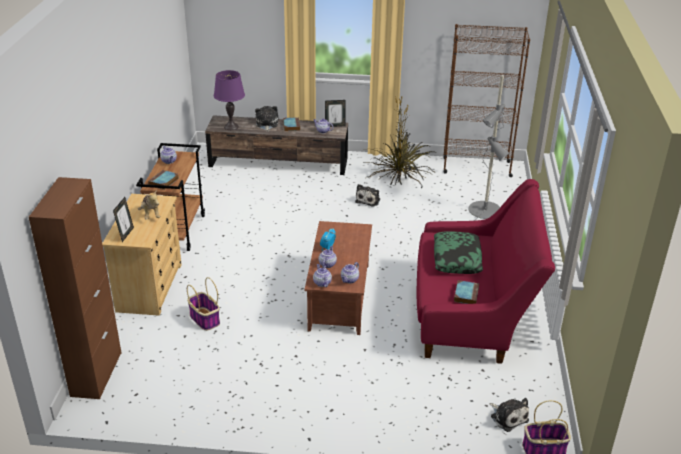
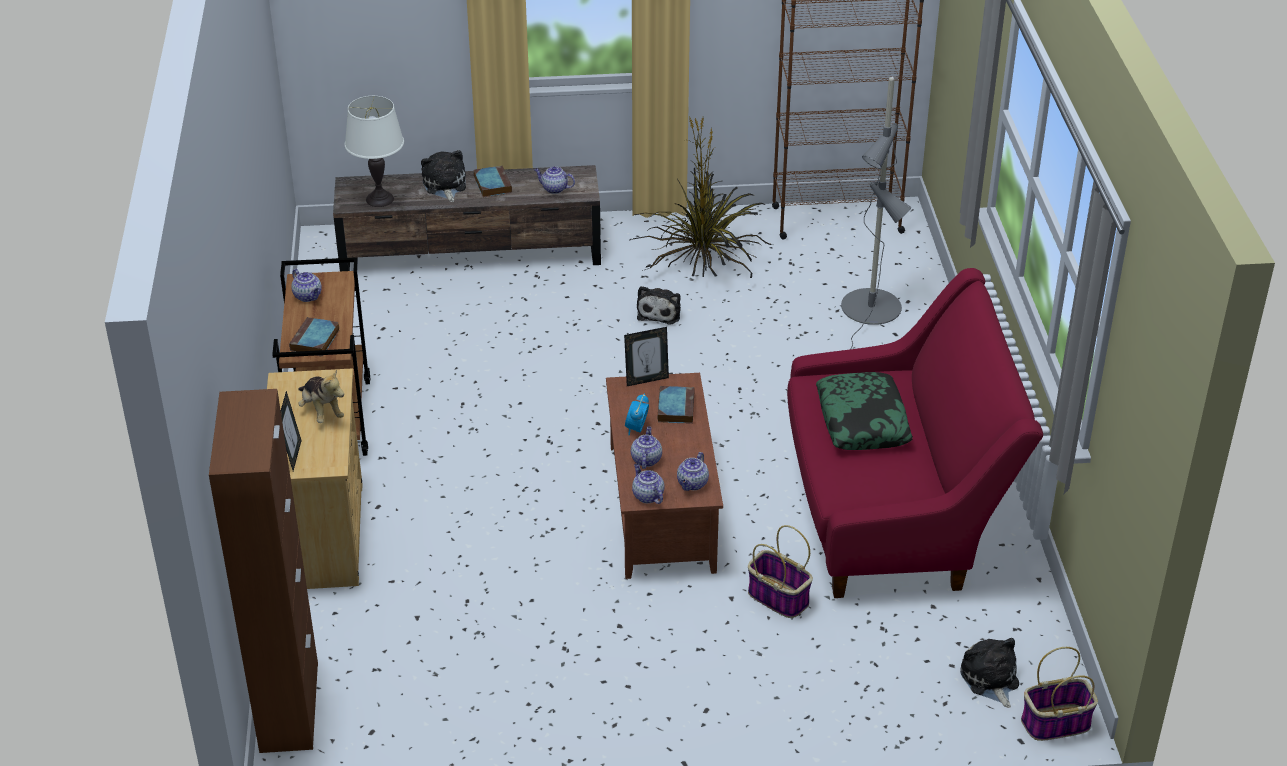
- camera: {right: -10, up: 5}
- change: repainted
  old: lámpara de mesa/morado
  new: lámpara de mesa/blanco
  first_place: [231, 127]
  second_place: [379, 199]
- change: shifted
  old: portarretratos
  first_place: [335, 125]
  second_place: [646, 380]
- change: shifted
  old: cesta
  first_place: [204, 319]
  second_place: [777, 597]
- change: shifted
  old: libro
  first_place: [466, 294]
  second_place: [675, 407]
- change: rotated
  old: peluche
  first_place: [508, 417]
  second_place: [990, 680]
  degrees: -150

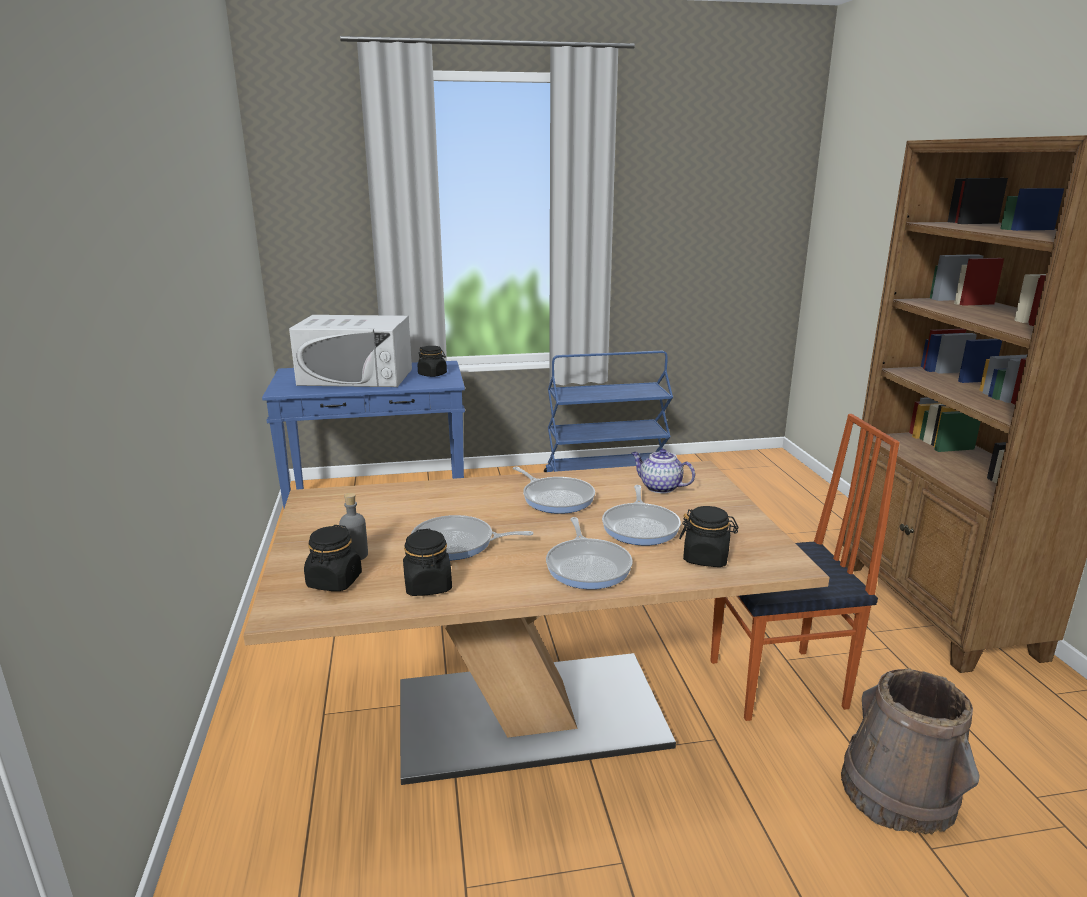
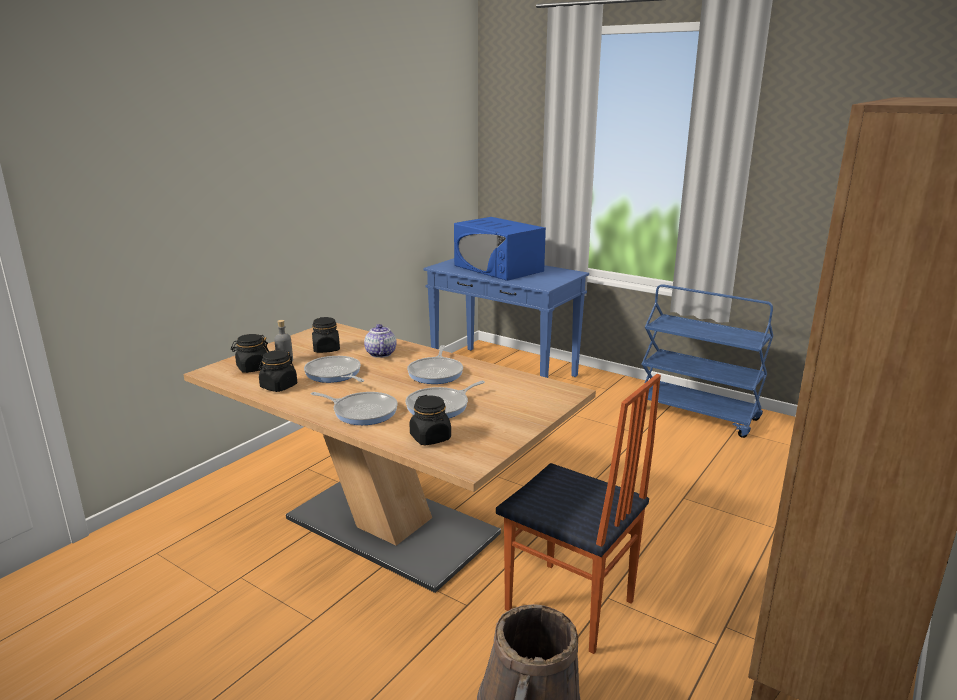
- camera: {right: 45, up: 0}
- change: repainted
  old: microondas/blanco
  new: microondas/azul
  first_place: [356, 377]
  second_place: [498, 268]
- change: shifted
  old: tarro/negro
  first_place: [432, 374]
  second_place: [326, 349]
- change: shifted
  old: tetera
  first_place: [659, 487]
  second_place: [380, 353]
- change: rotated
  old: sartén
  first_place: [588, 566]
  second_place: [362, 412]
  degrees: -105

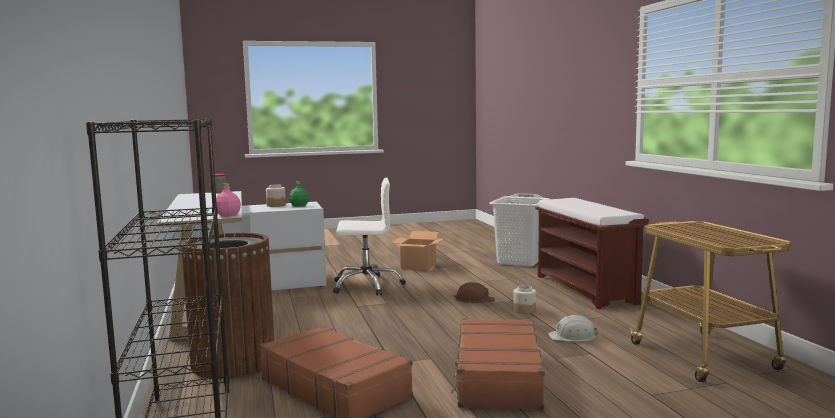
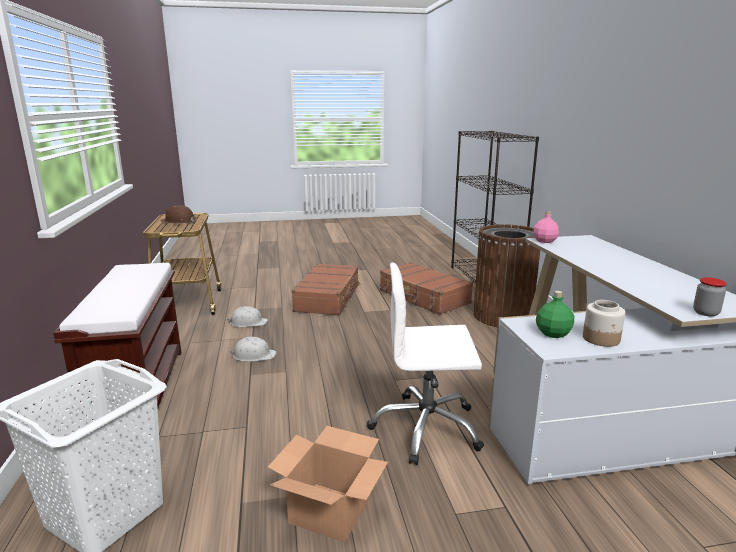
- camera: {right: -175, up: 10}
- change: shifted
  old: casco/marrón
  first_place: [474, 300]
  second_place: [178, 221]
- change: swapped
  old: tarro
  new: casco/blanco
  first_place: [524, 310]
  second_place: [254, 355]

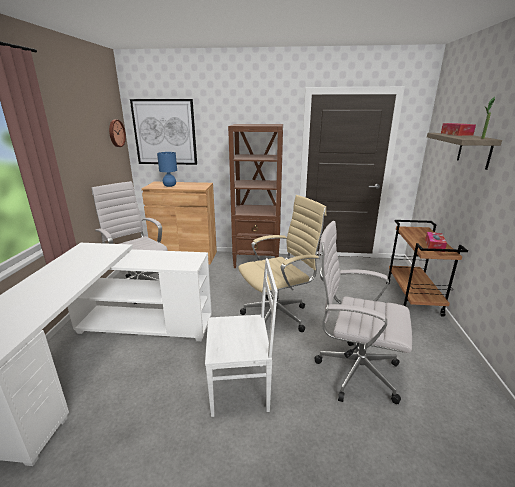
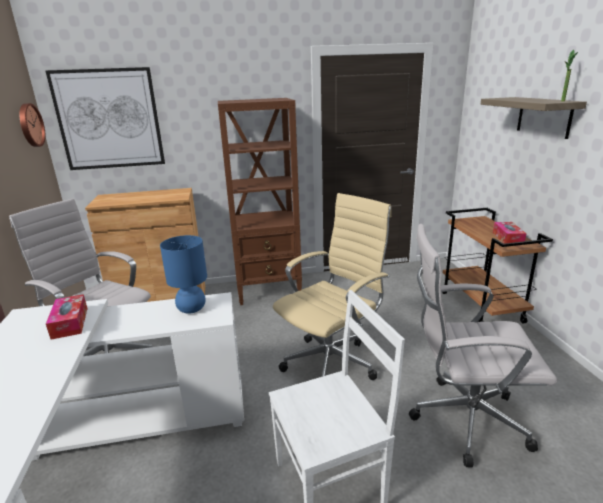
- camera: {right: -15, up: 0}
- change: shifted
  old: caja de pañuelos
  first_place: [456, 134]
  second_place: [70, 323]
- change: shifted
  old: lámpara de mesa/azul
  first_place: [169, 186]
  second_place: [191, 309]

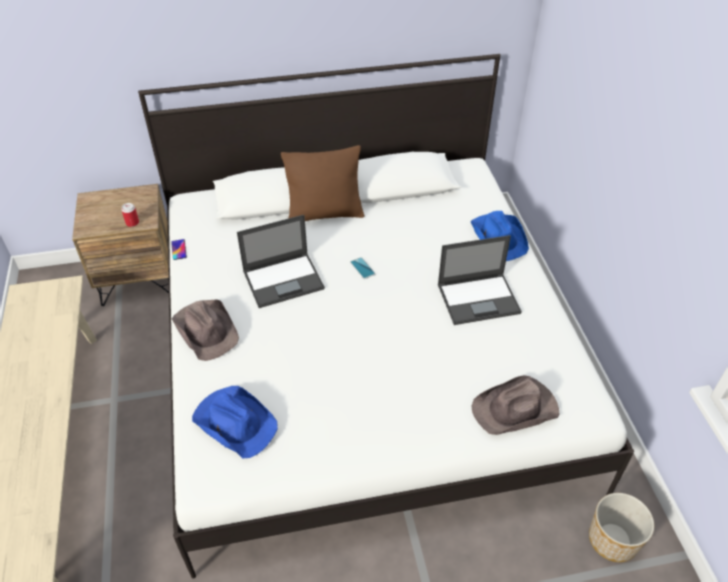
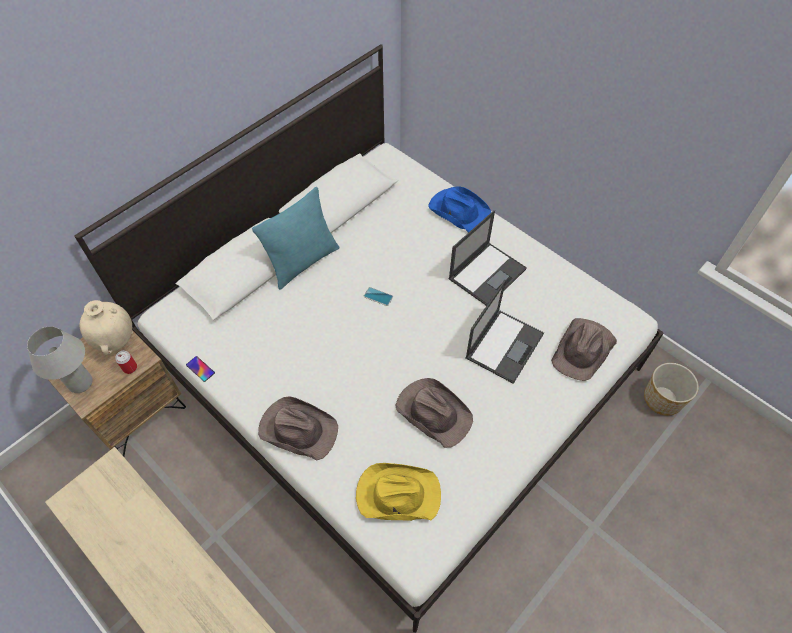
- camera: {right: -35, up: 10}
- change: repainted
  old: cojín/marrón
  new: cojín/turquesa
  first_place: [325, 214]
  second_place: [303, 262]
- change: shifted
  old: portátil
  first_place: [284, 280]
  second_place: [504, 345]
- change: repainted
  old: sombrero/azul
  new: sombrero/amarillo
  first_place: [235, 422]
  second_place: [397, 494]
- change: new
  new: florero/beis
  second_place: [115, 340]
- change: new
  new: lámpara de mesa/blanco
  second_place: [80, 383]
- change: new
  new: sombrero/marrón
  second_place: [433, 412]

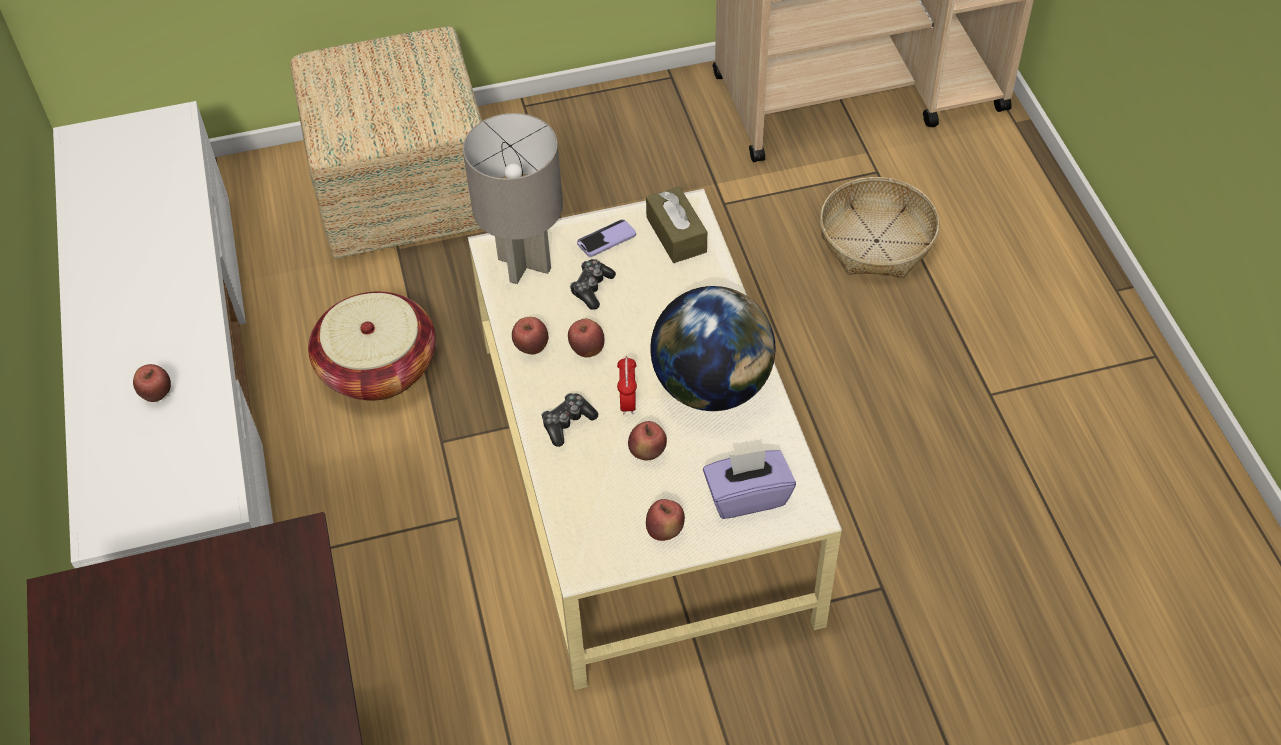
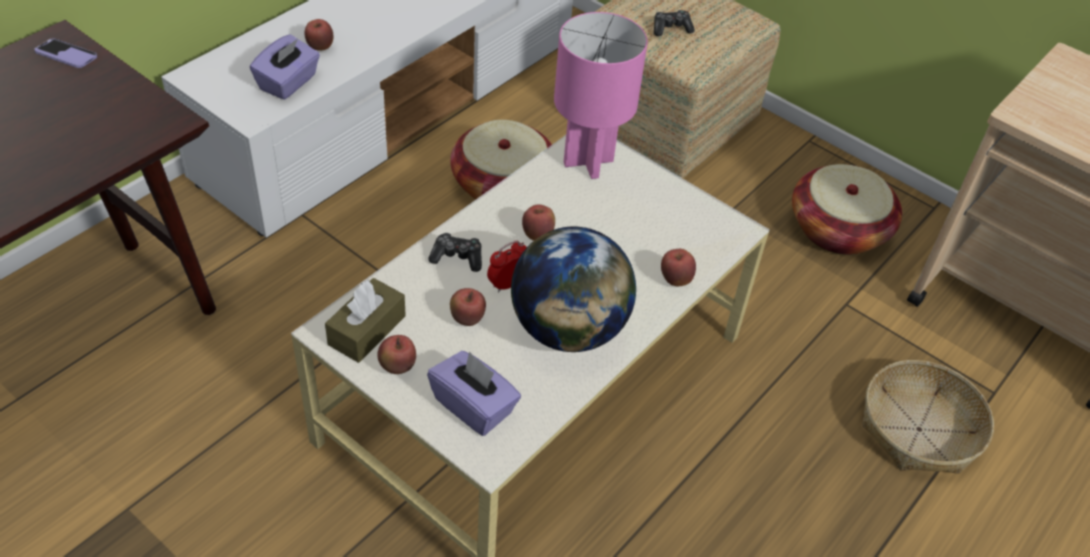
- camera: {right: 50, up: -5}
- change: repainted
  old: lámpara de mesa/gris
  new: lámpara de mesa/rosa
  first_place: [523, 264]
  second_place: [587, 161]
- change: shifted
  old: caja de pañuelos/marrón
  first_place: [676, 234]
  second_place: [367, 330]
- change: shifted
  old: móvil
  first_place: [606, 239]
  second_place: [66, 55]
- change: shifted
  old: mando de consola
  first_place: [592, 288]
  second_place: [671, 28]
- change: shifted
  old: manzana
  first_place: [531, 347]
  second_place: [675, 280]
- change: new
  new: caja de pañuelos/morado
  second_place: [288, 83]
- change: new
  new: cesta
  second_place: [837, 230]

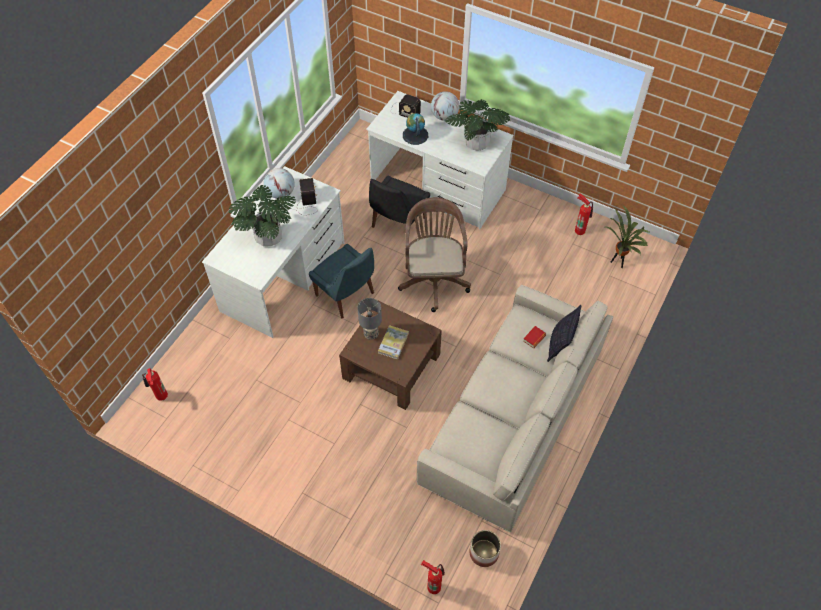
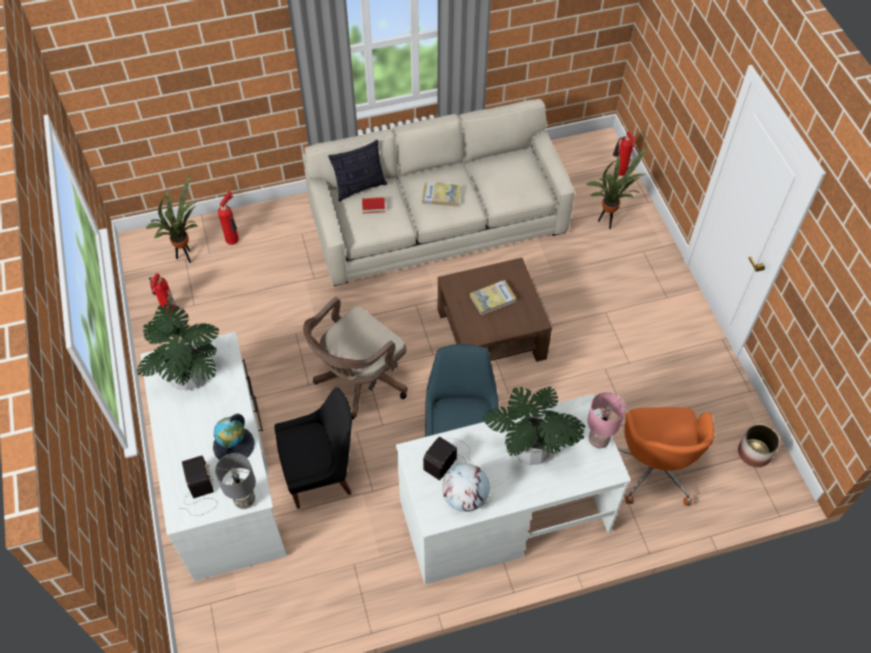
- camera: {right: -135, up: 0}
- change: gone
  old: globo terráqueo
  first_place: [444, 116]
- change: shifted
  old: lámpara de mesa/gris
  first_place: [371, 334]
  second_place: [245, 500]
- change: shifted
  old: extintor
  first_place: [160, 396]
  second_place: [234, 239]
- change: shifted
  old: maceta
  first_place: [484, 553]
  second_place: [754, 452]
- change: new
  new: planta en maceta
  second_place: [607, 222]
- change: new
  new: libro
  second_place: [441, 196]
- change: new
  new: lámpara de mesa/rosa
  second_place: [598, 440]
- change: new
  new: silla de oficina/naranja
  second_place: [655, 467]

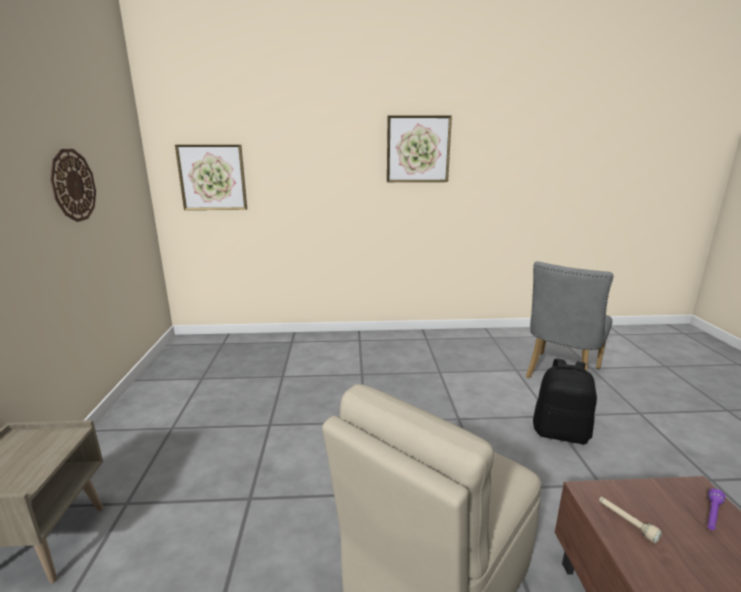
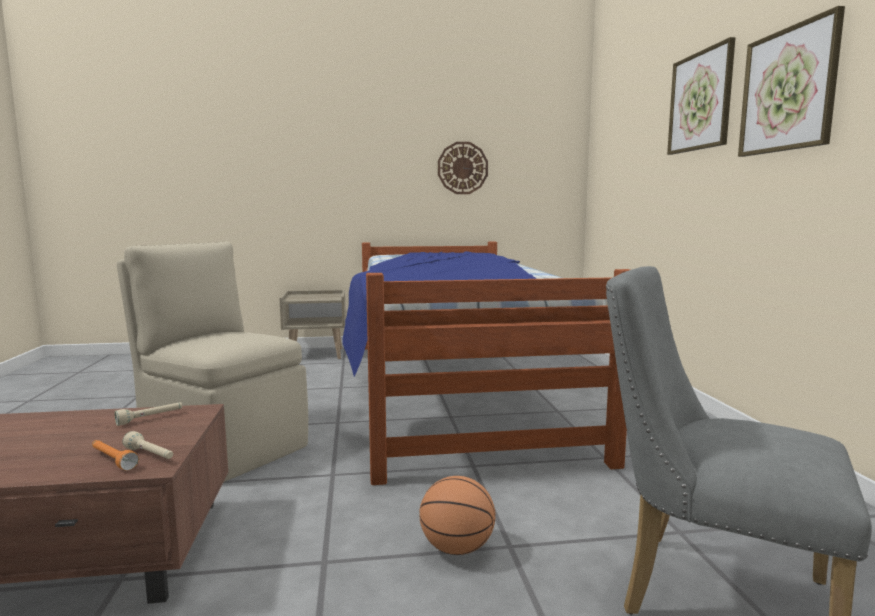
- camera: {right: 85, up: -10}
- change: shifted
  old: cuadro
  first_place: [212, 177]
  second_place: [700, 101]
- change: swapped
  old: mochila/negro
  new: balón de baloncesto
  first_place: [561, 433]
  second_place: [457, 548]
- change: repainted
  old: linterna/morado
  new: linterna/naranja
  first_place: [712, 515]
  second_place: [112, 460]
- change: new
  new: cama
  second_place: [451, 389]
- change: new
  new: linterna/beis
  second_place: [150, 455]

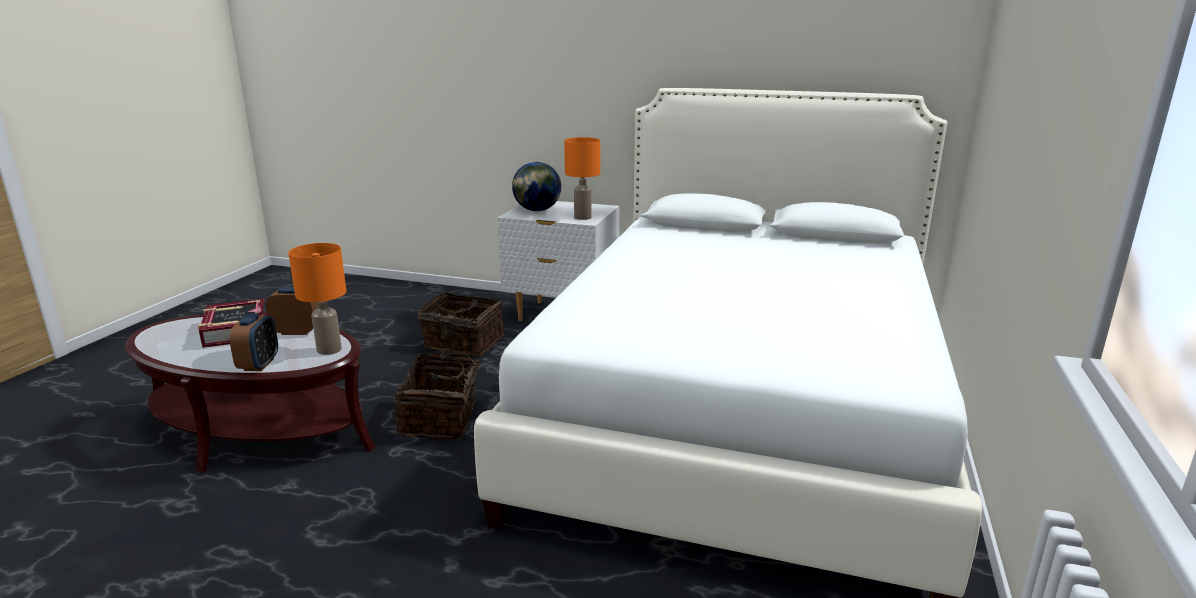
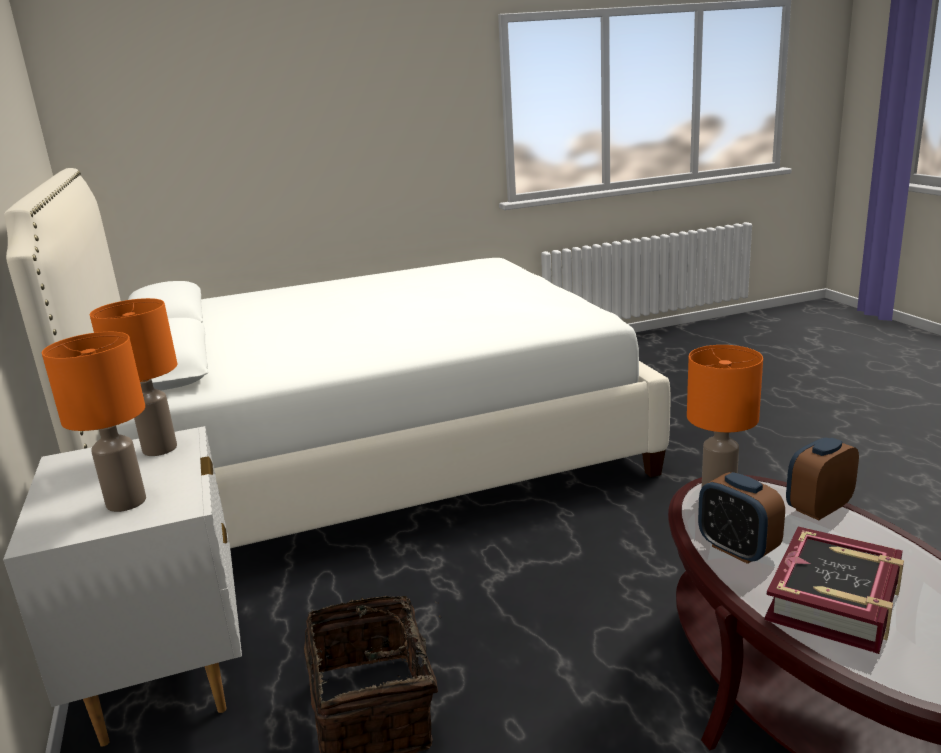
- camera: {right: -125, up: 0}
- change: swapped
  old: globo terráqueo
  new: lámpara de mesa/naranja
  first_place: [537, 210]
  second_place: [127, 502]
- change: gone
  old: cesta
  first_place: [442, 418]

